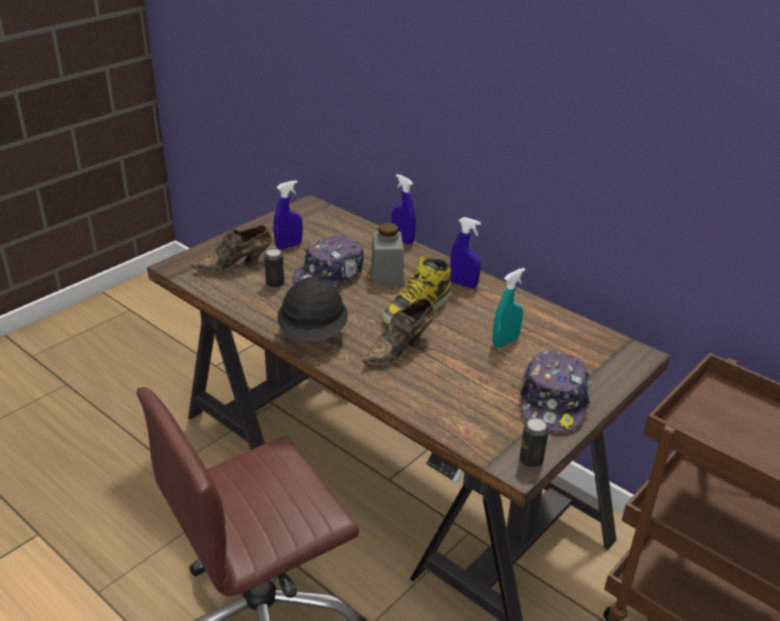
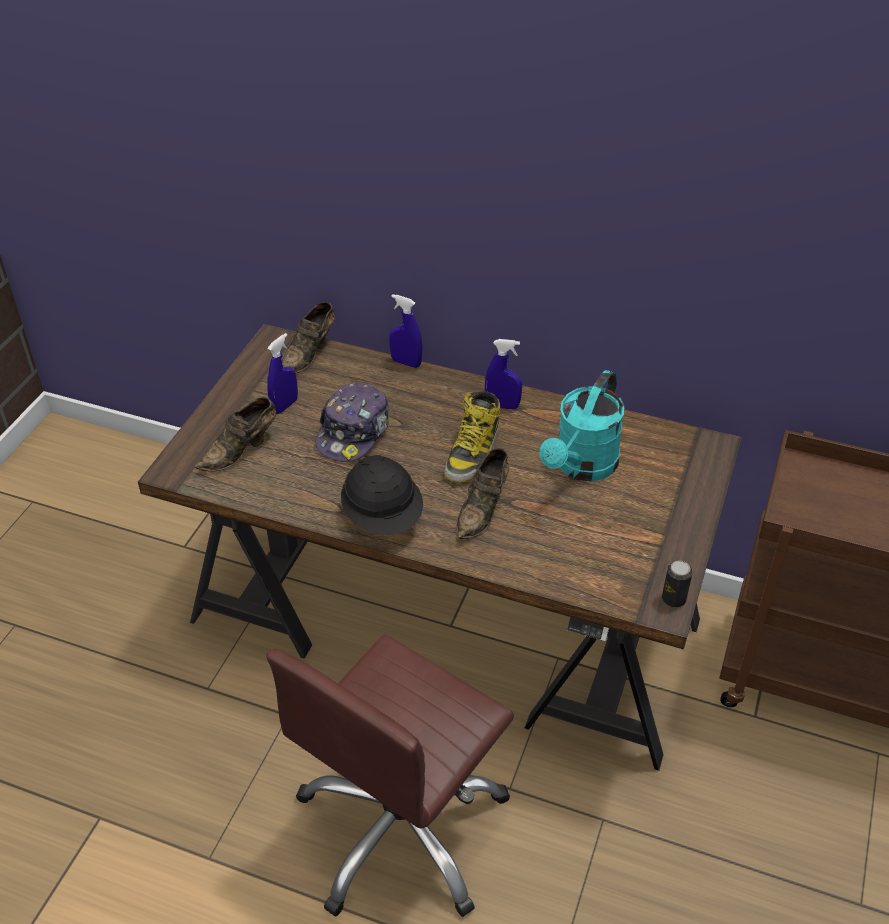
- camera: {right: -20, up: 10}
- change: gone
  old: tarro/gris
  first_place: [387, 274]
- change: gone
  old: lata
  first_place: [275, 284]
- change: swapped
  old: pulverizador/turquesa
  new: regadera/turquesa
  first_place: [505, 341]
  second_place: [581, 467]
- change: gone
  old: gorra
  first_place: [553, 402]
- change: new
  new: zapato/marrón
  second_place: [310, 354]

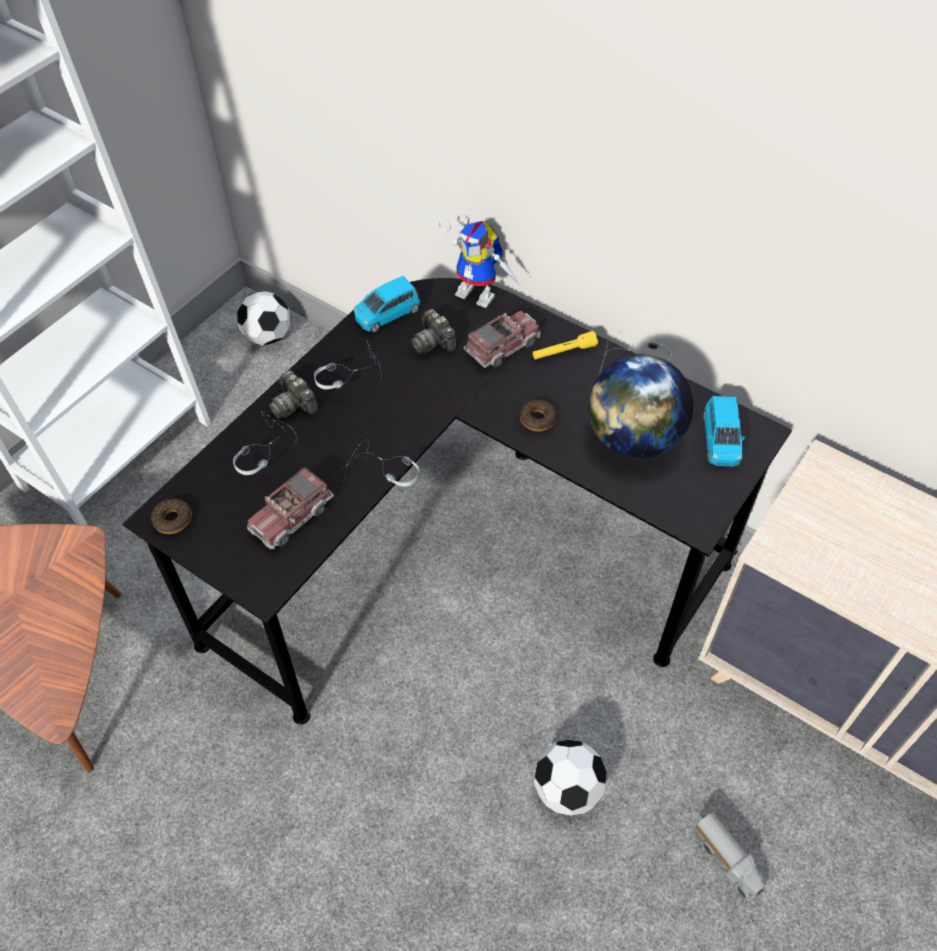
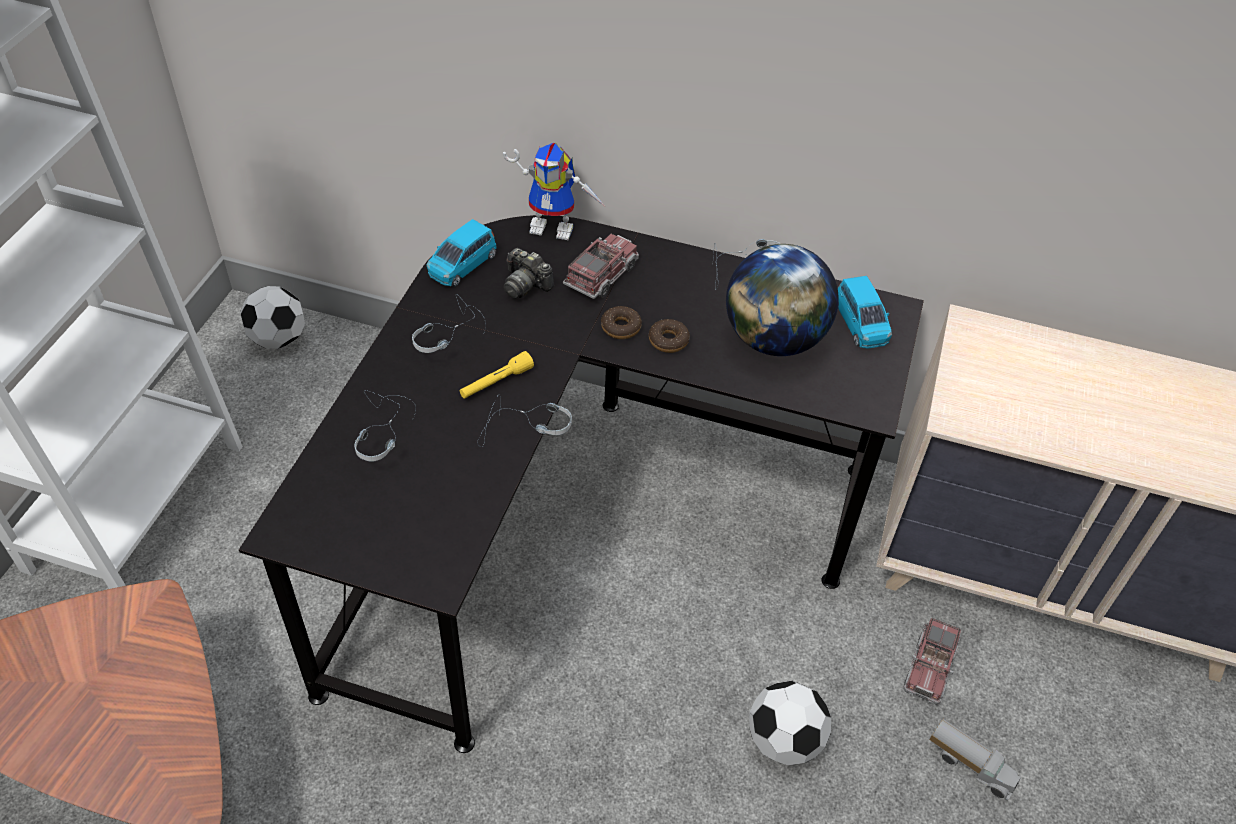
- camera: {right: -20, up: -5}
- change: shifted
  old: linterna/amarillo
  first_place: [564, 352]
  second_place: [496, 382]
- change: gone
  old: cámara
  first_place: [294, 405]
- change: shifted
  old: camión de juguete
  first_place: [291, 516]
  second_place: [929, 667]
- change: shifted
  old: rosquilla
  first_place: [173, 520]
  second_place: [621, 327]

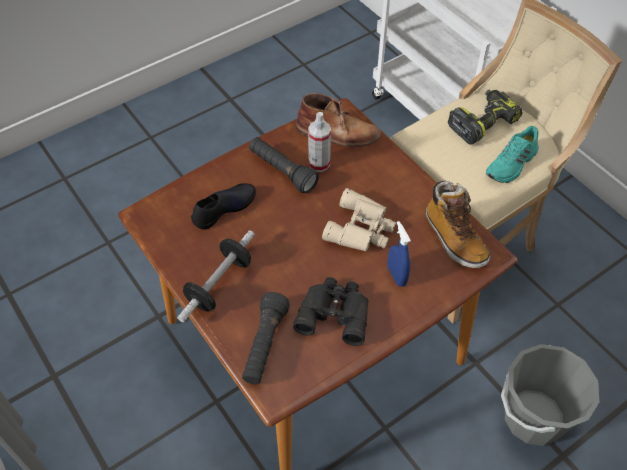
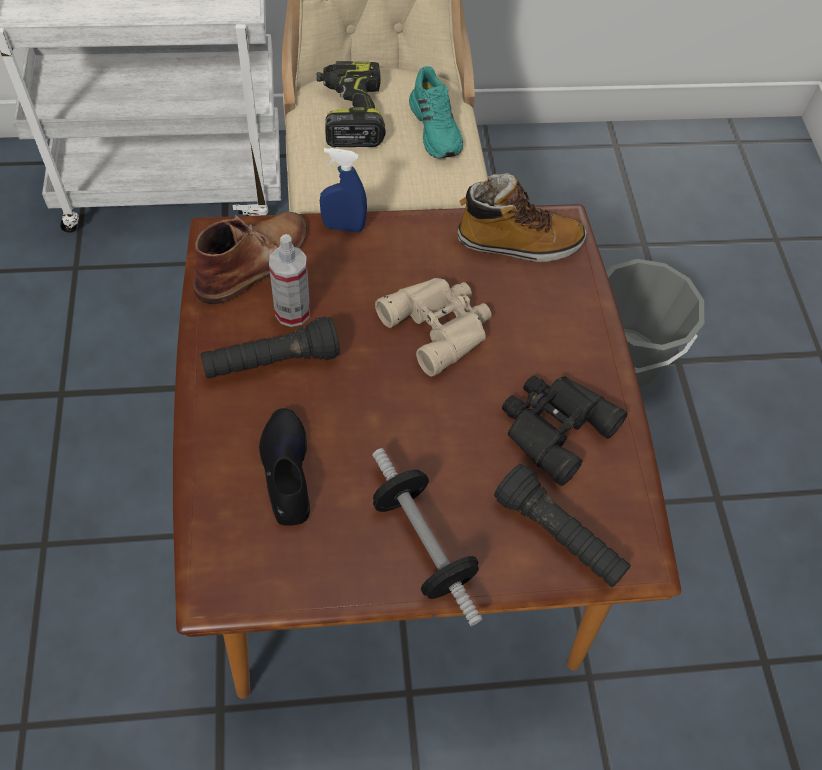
- camera: {right: -65, up: 5}
- change: shifted
  old: pulverizador/azul
  first_place: [396, 276]
  second_place: [343, 227]

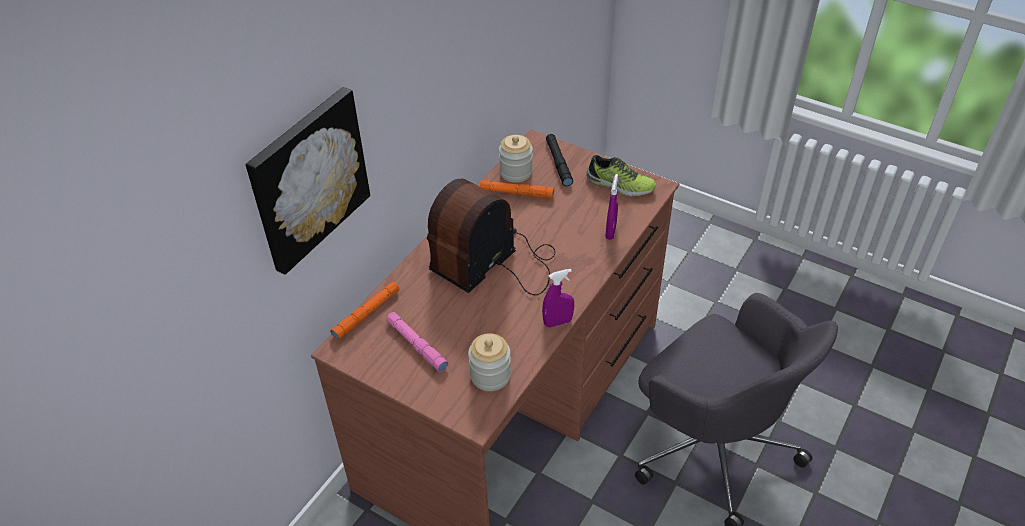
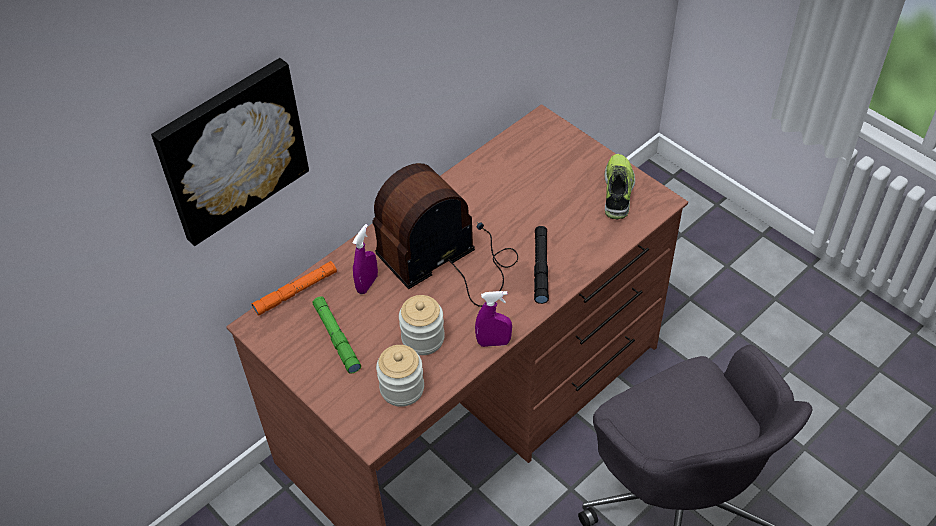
- camera: {right: 15, up: 5}
- change: shifted
  old: linterna/negro
  first_place: [558, 163]
  second_place: [541, 268]
- change: shifted
  old: tarro
  first_place: [516, 172]
  second_place: [423, 338]
- change: rotated
  old: zapato
  first_place: [620, 185]
  second_place: [618, 191]
  degrees: -120
- change: shifted
  old: pulverizador/morado
  first_place: [610, 232]
  second_place: [367, 284]
- change: gone
  old: linterna/naranja
  first_place: [516, 193]
- change: repainted
  old: linterna/rosa
  new: linterna/verde
  first_place: [417, 345]
  second_place: [336, 338]

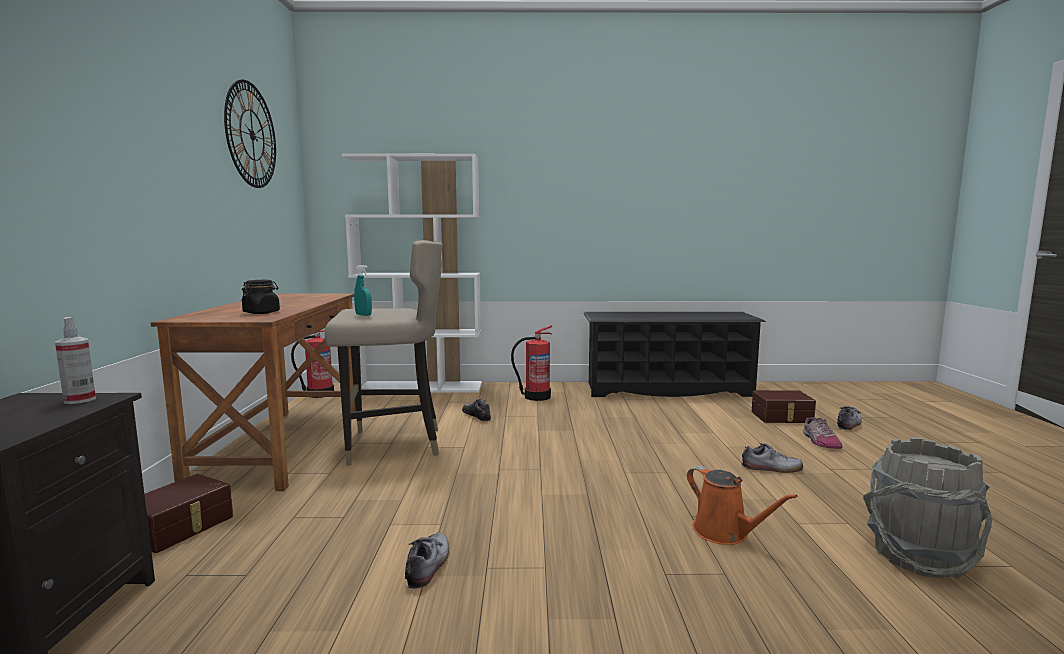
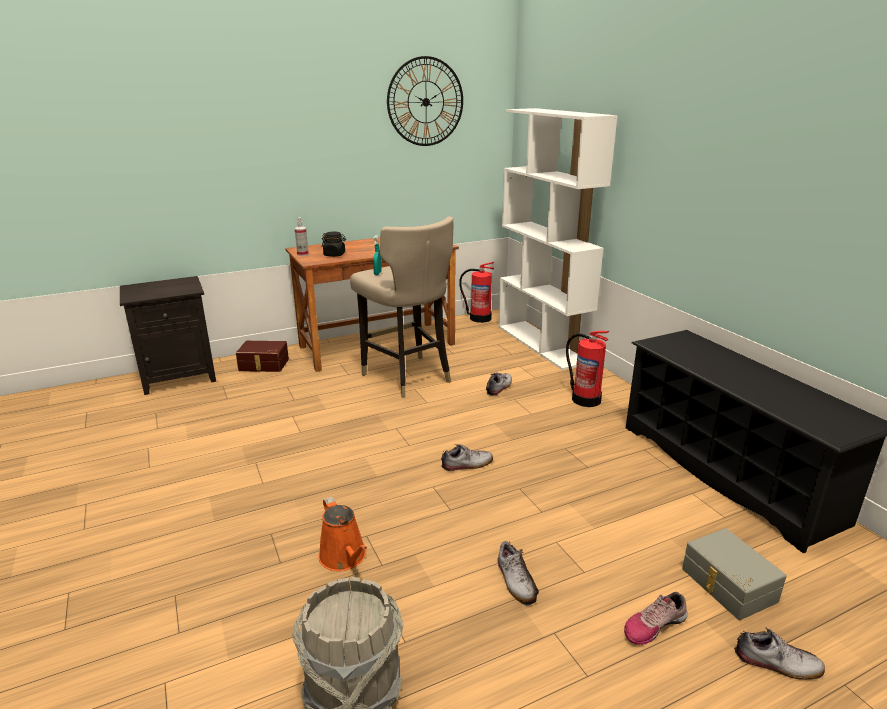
- camera: {right: 65, up: 15}
- change: shifted
  old: pulverizador
  first_place: [80, 400]
  second_place: [302, 254]
- change: repainted
  old: caja de almacenaje/marrón
  new: caja de almacenaje/gris
  first_place: [782, 417]
  second_place: [727, 585]
- change: rotated
  old: regadera/naranja
  first_place: [725, 533]
  second_place: [344, 557]
  degrees: -60
- change: shifted
  old: zapato
  first_place: [428, 565]
  second_place: [467, 464]

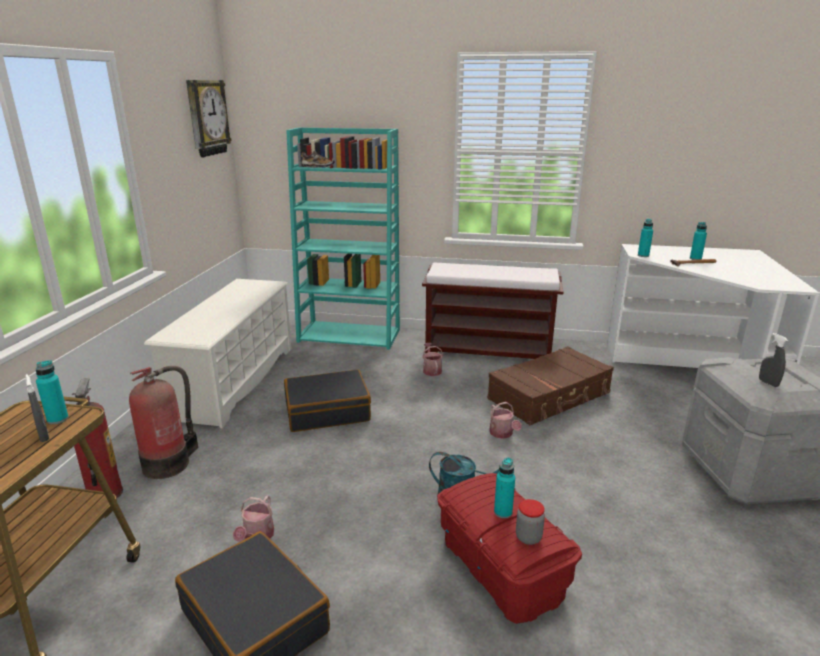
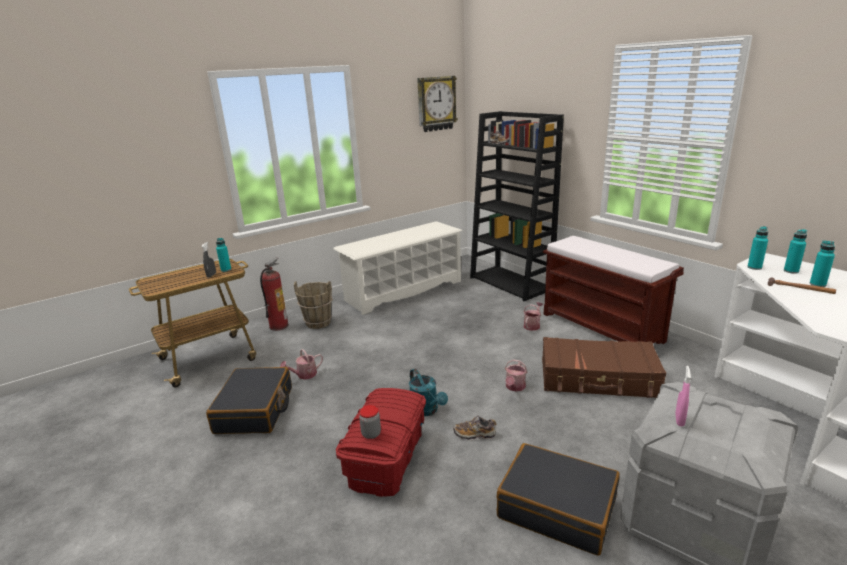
- camera: {right: 45, up: 0}
- change: repainted
  old: estantería/turquesa
  new: estantería/negro
  first_place: [350, 335]
  second_place: [511, 283]
- change: repainted
  old: pulverizador/gris
  new: pulverizador/rosa
  first_place: [768, 383]
  second_place: [679, 420]
- change: swapped
  old: extintor
  new: cubo/marrón
  first_place: [169, 463]
  second_place: [318, 323]
- change: shifted
  old: maleta/negro
  first_place: [327, 411]
  second_place: [557, 508]
- change: shifted
  old: botella/turquesa
  first_place: [503, 512]
  second_place: [791, 271]
- change: new
  new: zapato
  second_place: [474, 434]

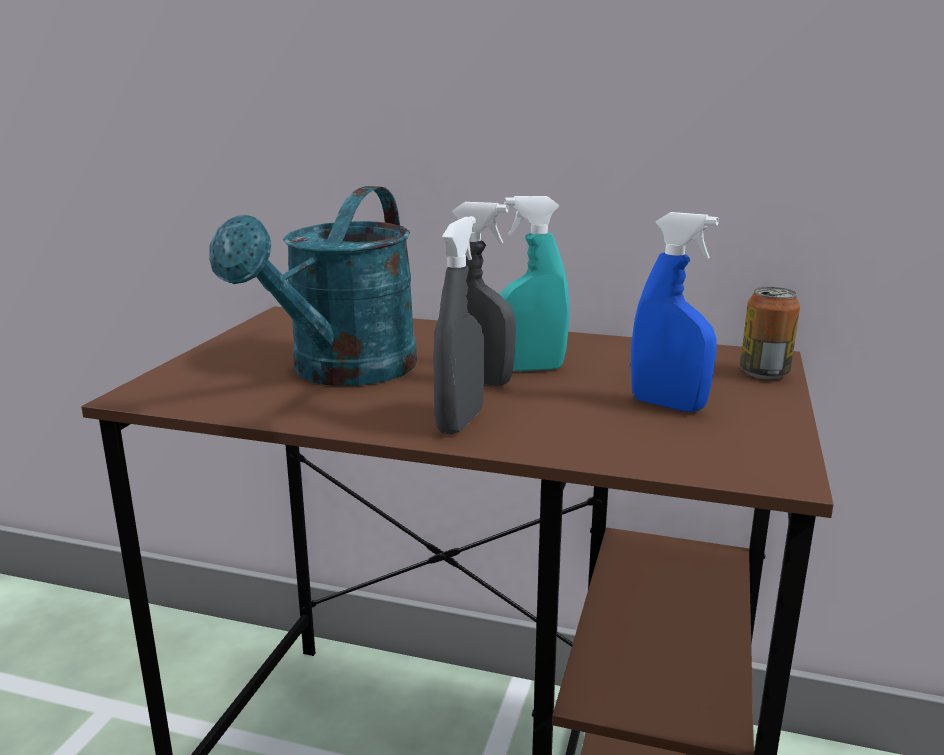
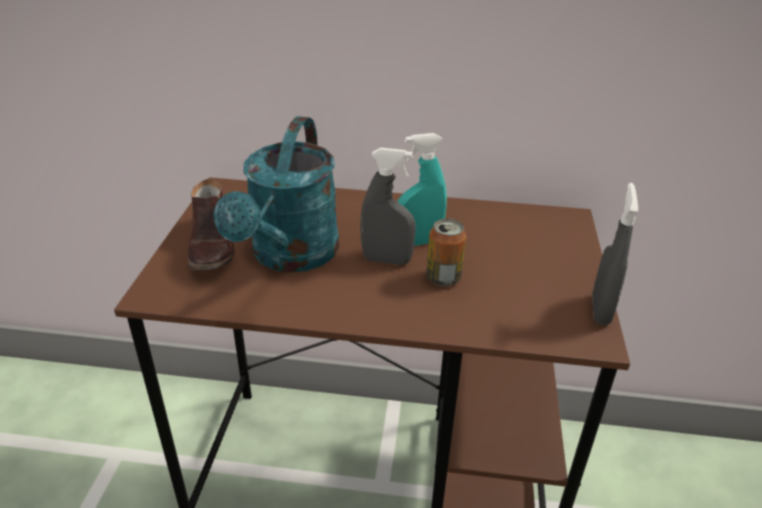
- camera: {right: -10, up: 15}
- change: gone
  old: pulverizador/azul
  first_place: [667, 405]
- change: shifted
  old: pulverizador/gris
  first_place: [460, 421]
  second_place: [600, 310]
- change: shifted
  old: lata
  first_place: [764, 373]
  second_place: [443, 278]
- change: new
  new: zapato/marrón
  second_place: [213, 245]

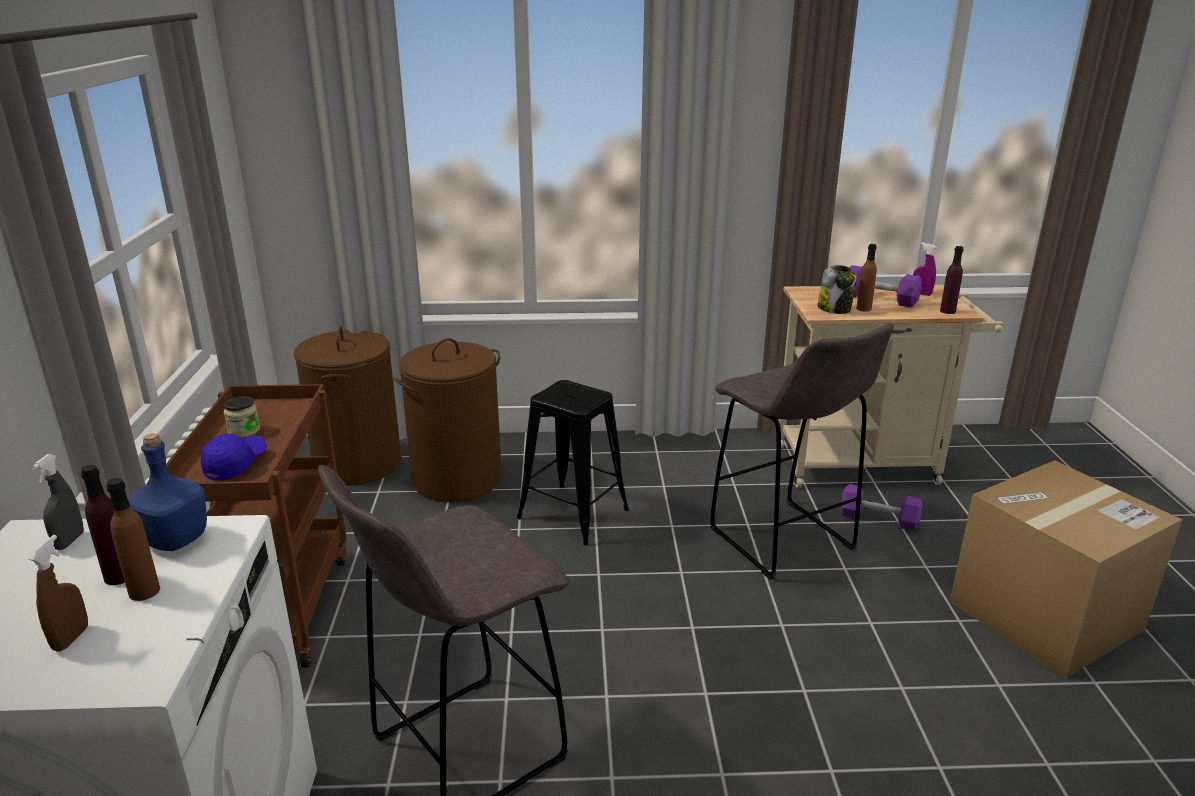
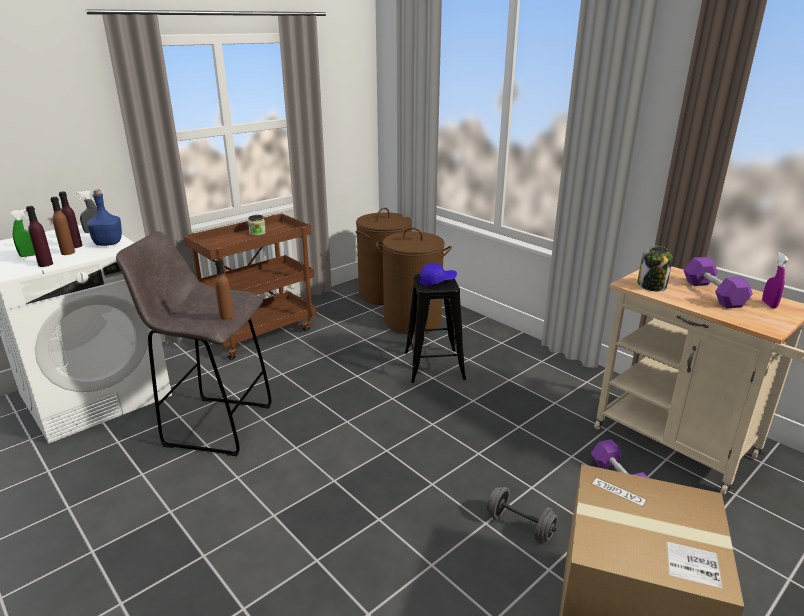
- camera: {right: 50, up: 0}
- change: shifted
  old: botella/marrón
  first_place: [863, 309]
  second_place: [226, 316]
- change: shifted
  old: botella/morado
  first_place: [947, 311]
  second_place: [45, 264]
- change: gone
  old: taburete/gris
  first_place: [784, 541]
- change: shifted
  old: gorra/azul
  first_place: [236, 464]
  second_place: [437, 281]
- change: repainted
  old: pulverizador/marrón
  new: pulverizador/verde
  first_place: [71, 638]
  second_place: [30, 255]
- change: new
  new: mancuerna/gris
  second_place: [520, 525]

